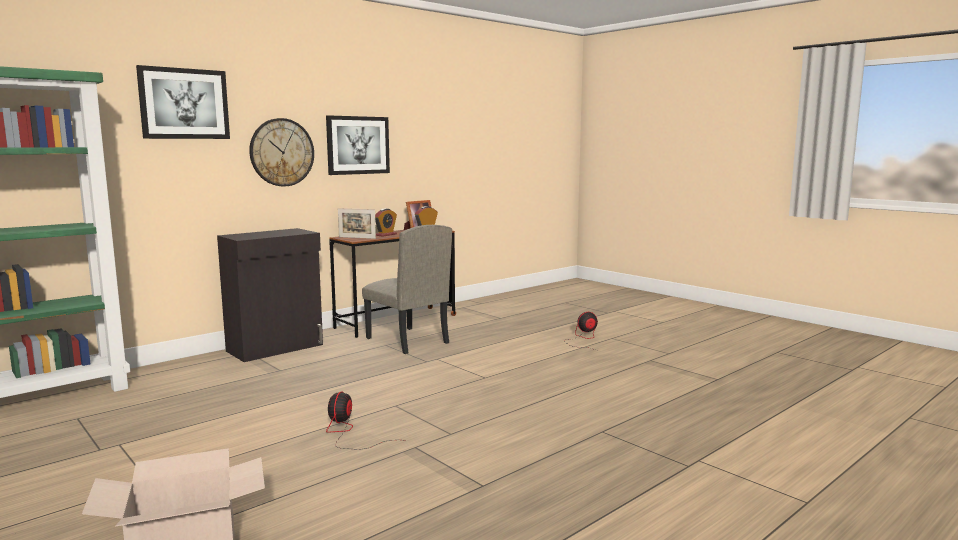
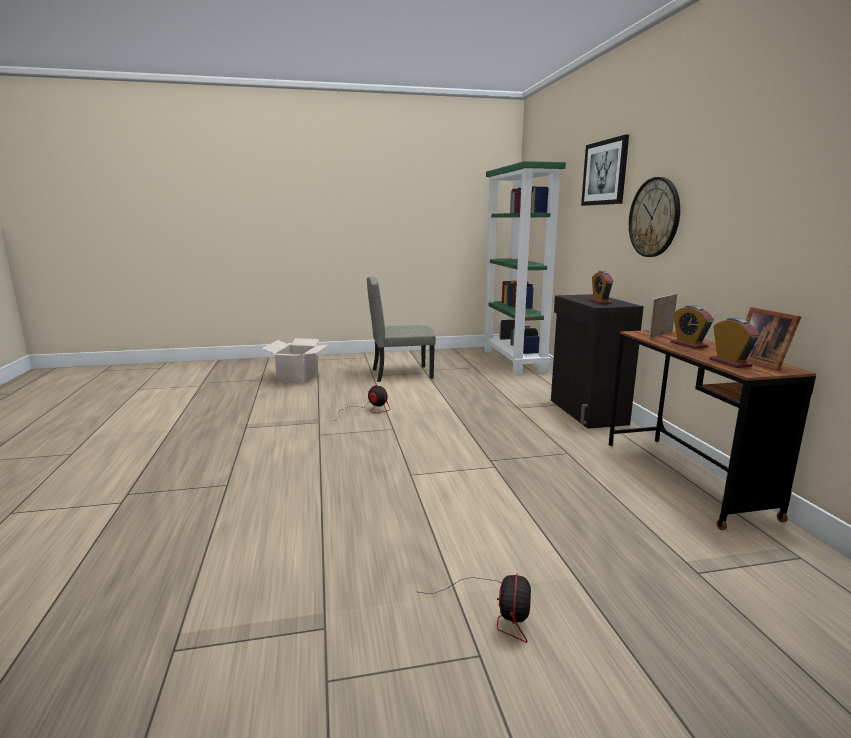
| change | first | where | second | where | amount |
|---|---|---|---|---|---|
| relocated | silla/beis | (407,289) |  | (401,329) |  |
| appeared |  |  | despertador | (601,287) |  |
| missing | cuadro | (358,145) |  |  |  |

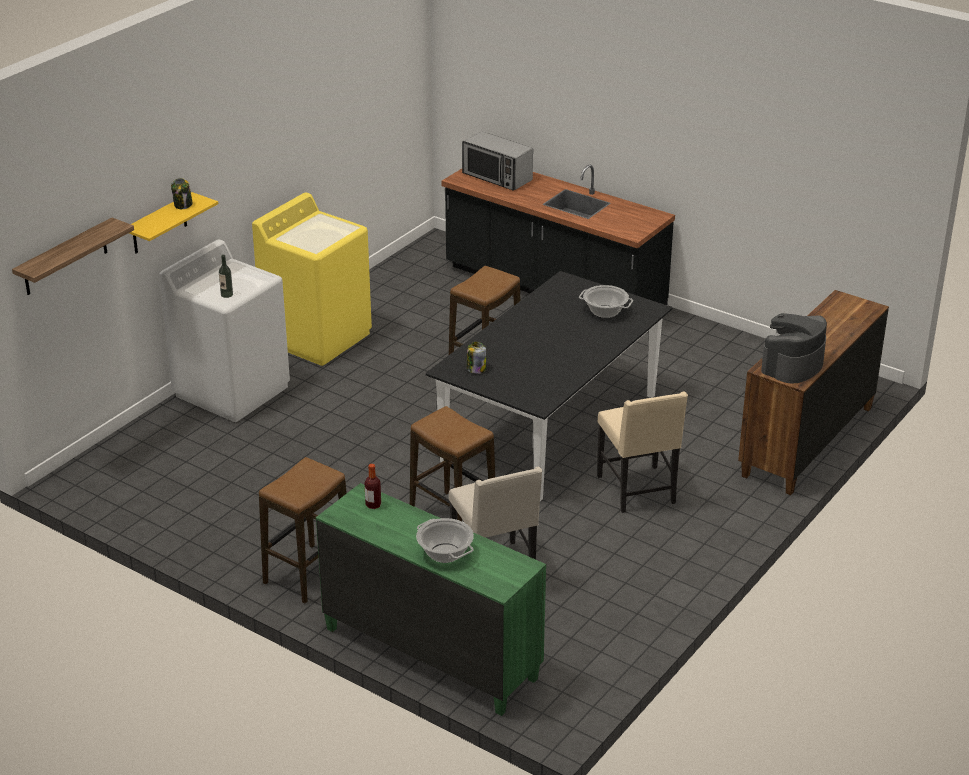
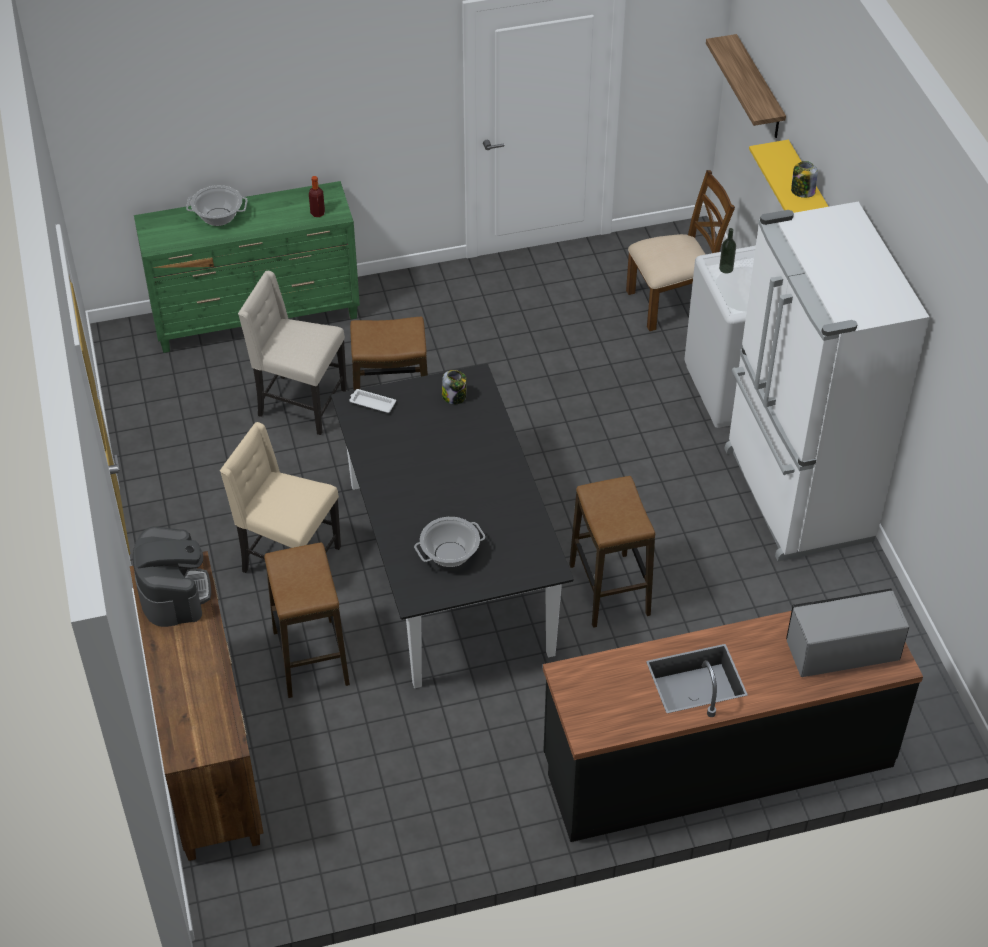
| change | first | where | second | where | amount |
|---|---|---|---|---|---|
| relocated | taburete | (303,530) |  | (307,620) |  |
| appeared |  |  | bandeja/blanco | (372,401) |  |
| appeared |  |  | silla/marrón | (680,250) |  |
| exchanged | lavadora/amarillo | (312,279) | nevera/blanco | (827,381) |  |

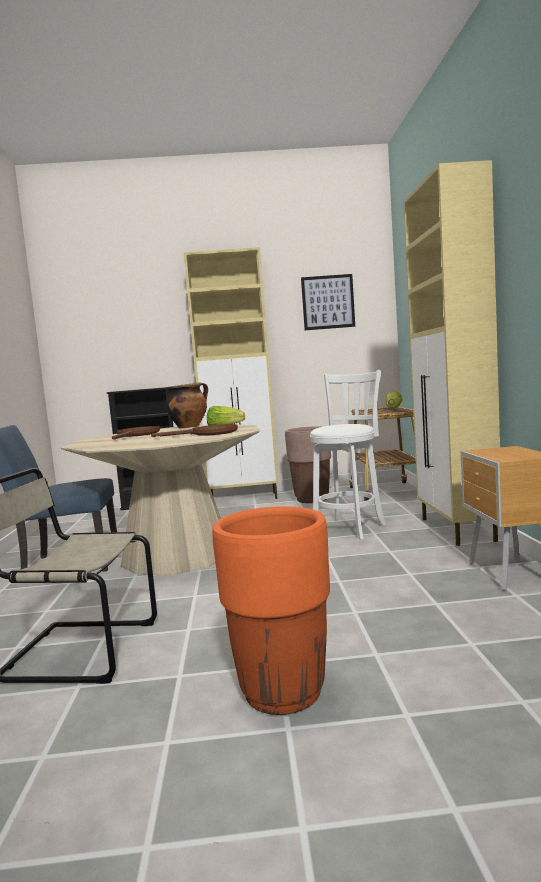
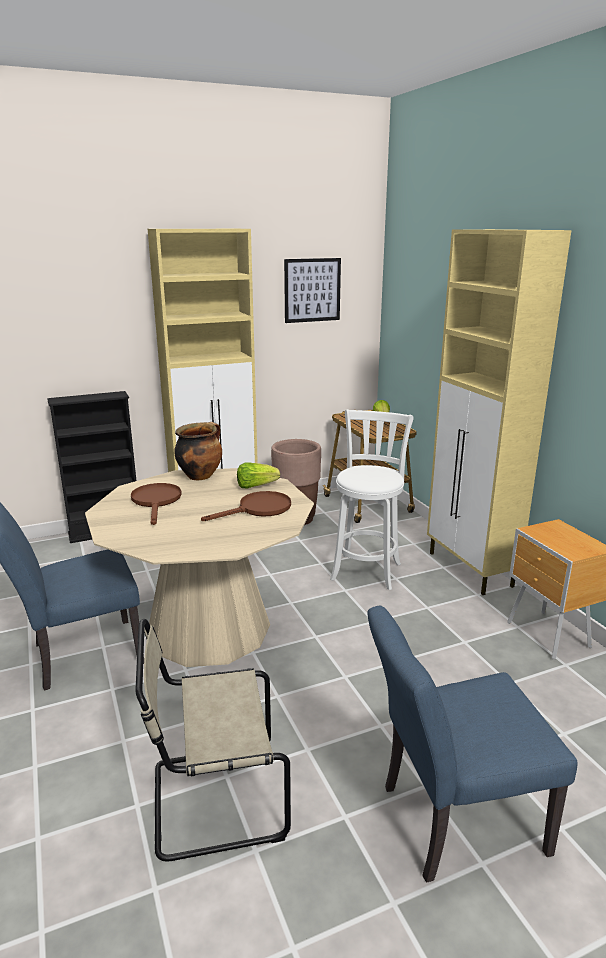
| change | first | where | second | where | amount |
|---|---|---|---|---|---|
| exchanged | maceta/naranja | (271,610) | silla/azul | (472,744) |  |

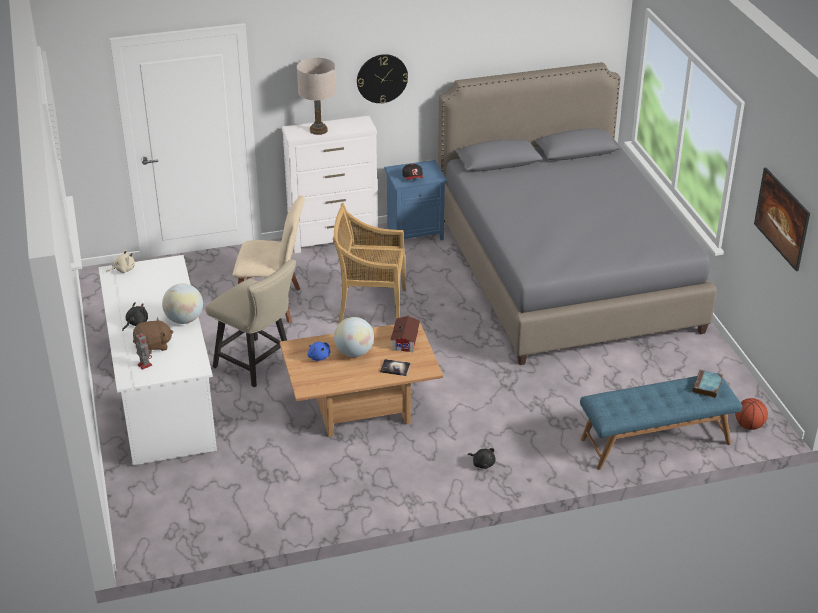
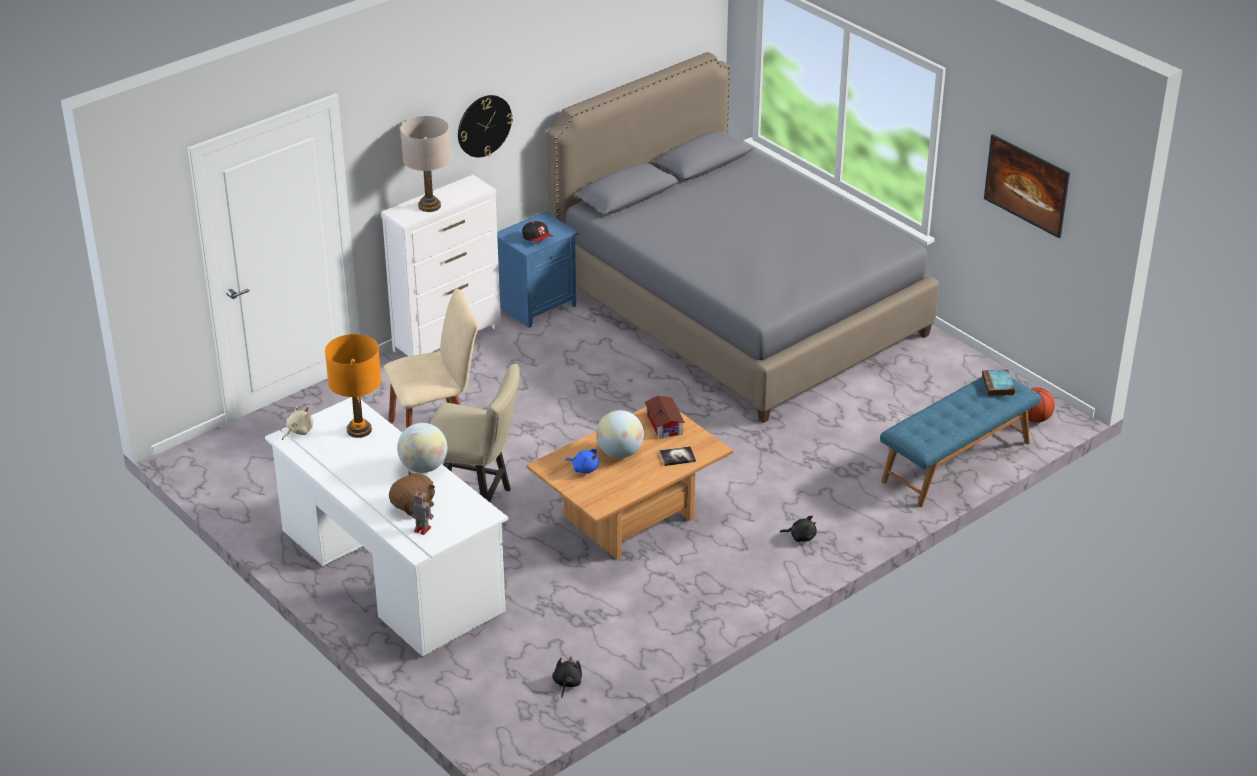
| change | first | where | second | where | amount |
|---|---|---|---|---|---|
| appeared |  |  | lámpara de mesa/naranja | (353,386) |  |
| relocated | peluche/negro | (135,316) |  | (567,677) |  |
| missing | silla/beis | (369,263) |  |  |  |

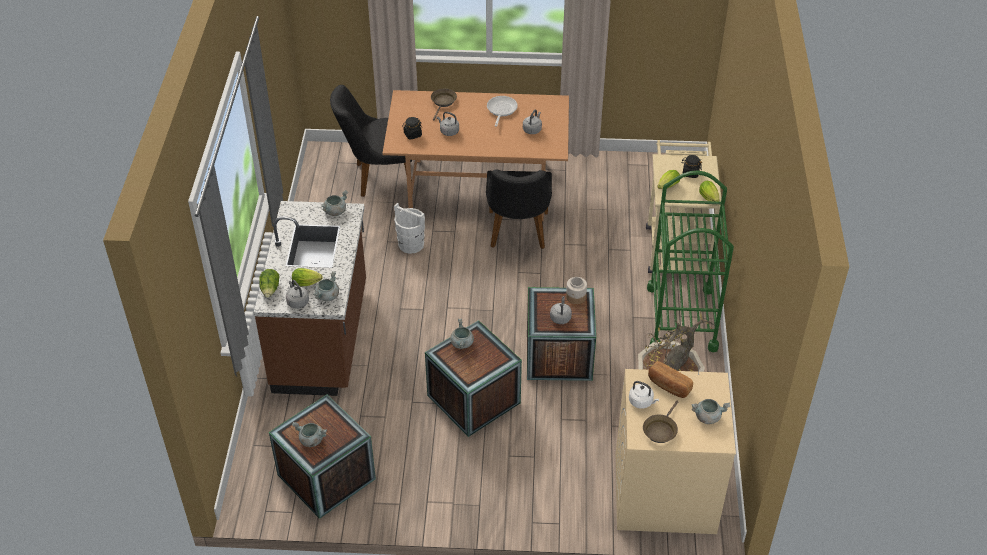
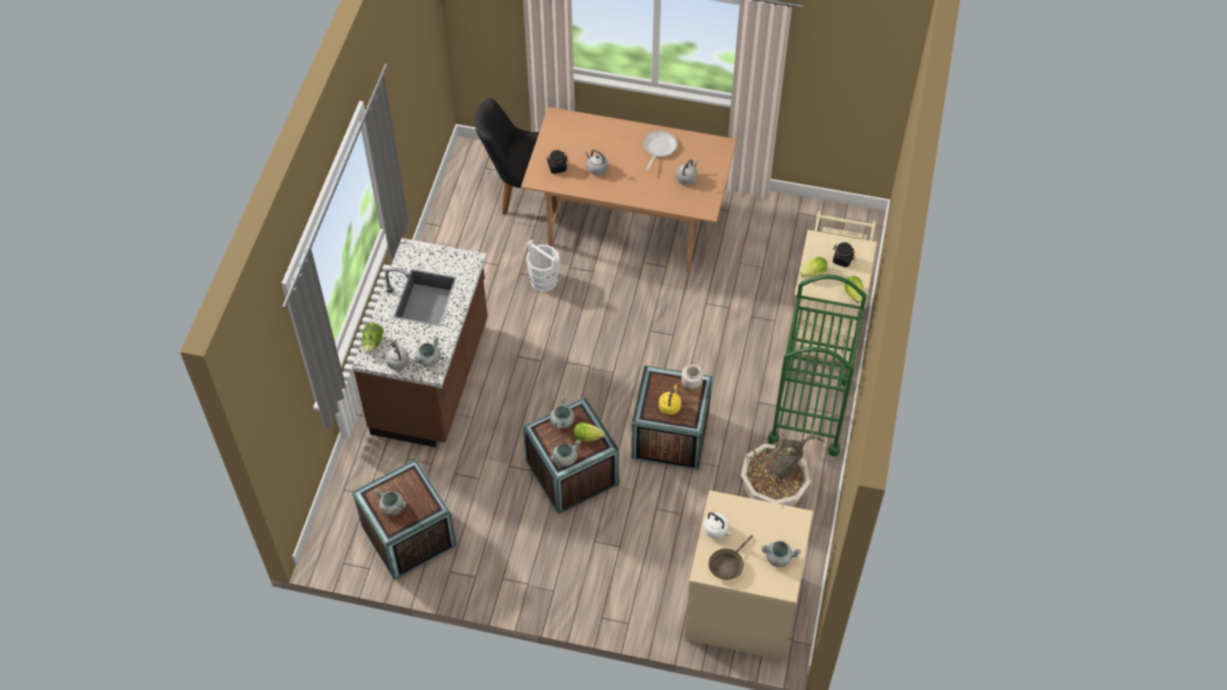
| change | first | where | second | where | amount |
|---|---|---|---|---|---|
| relocated | olla/gris | (334,203) |  | (565,453) |  |
| relocated | lechuga | (307,277) |  | (589,431) |  |
| colour | hervidor/gris | (561,310) | hervidor/amarillo | (670,400) |  |
| missing | sartén/marrón | (444,104) |  |  |  |
| missing | silla/negro | (519,209) |  |  |  |
| missing | pan | (670,379) |  |  |  |

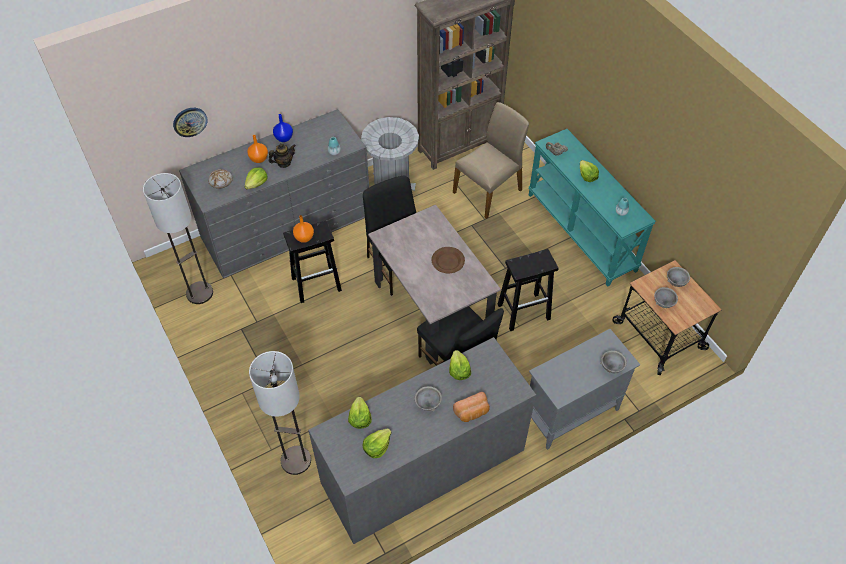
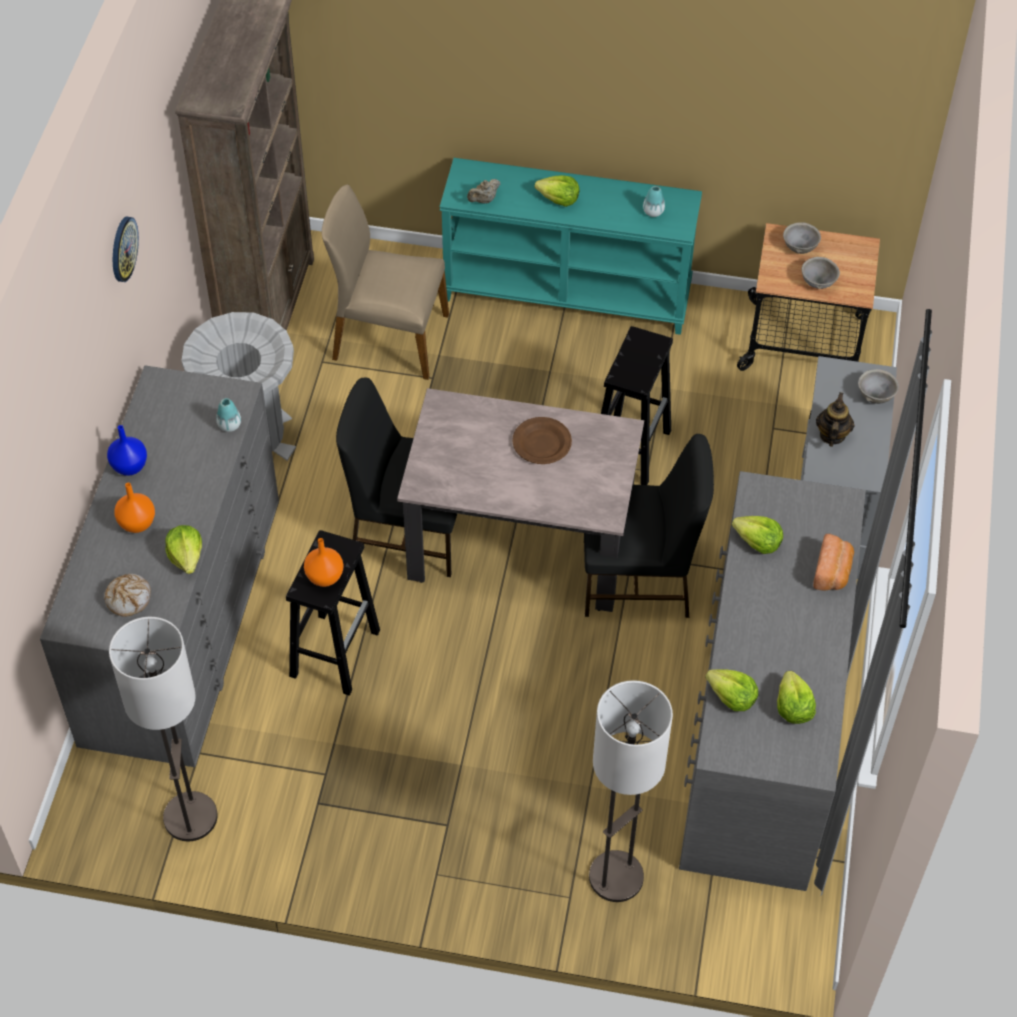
| change | first | where | second | where | amount |
|---|---|---|---|---|---|
| relocated | reloj de pared | (190,122) |  | (126,249) |  |
| spun | silla/beis | (491,160) |  | (385,282) | 75 degrees counterclockwise |
| relocated | tetera | (282,155) |  | (835,419) |  |
| missing | cuenco/gris | (428,399) |  |  |  |

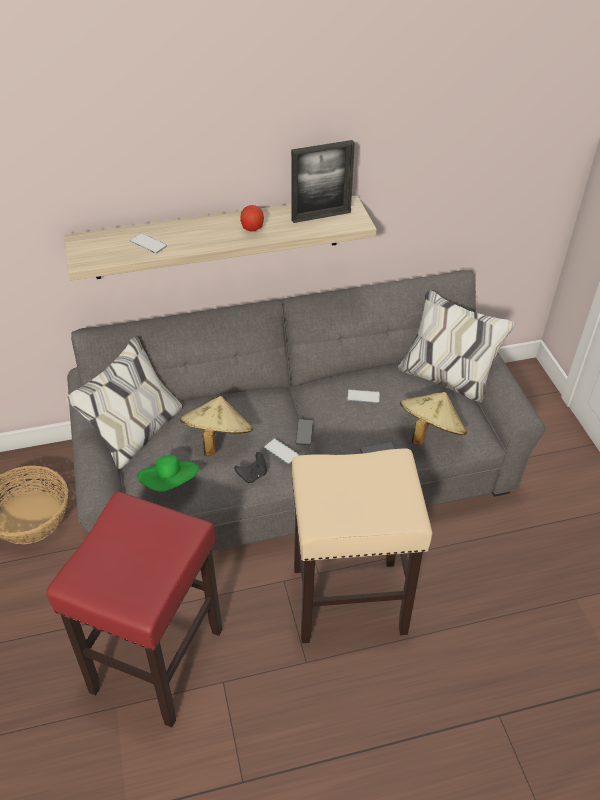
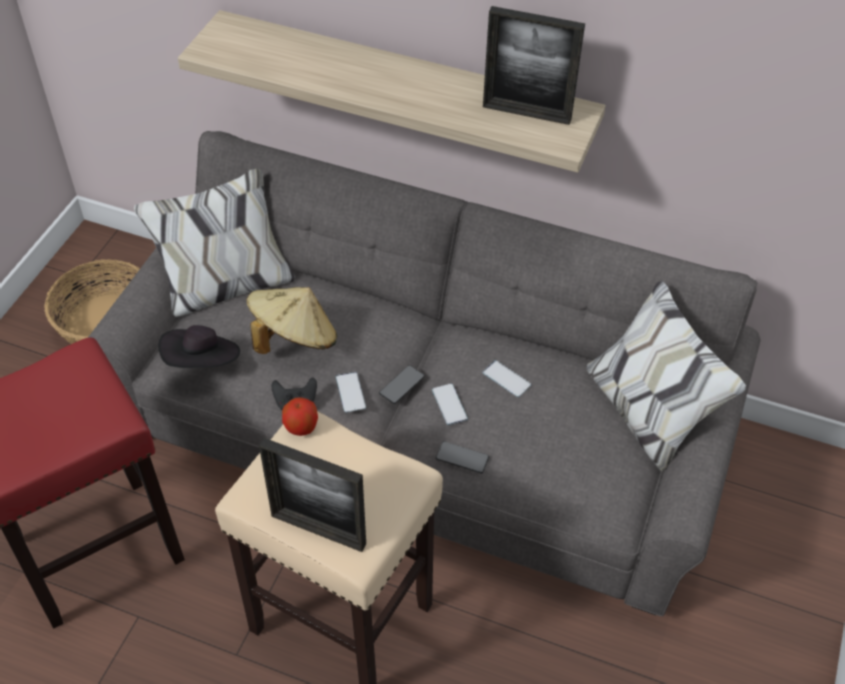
| change | first | where | second | where | amount |
|---|---|---|---|---|---|
| colour | sombrero/verde | (168,473) | sombrero/negro | (199,346) |  |
| appeared |  |  | portarretratos | (312,495) |  |
| relocated | manzana | (252,218) |  | (300,416) |  |
| relocated | móvil | (148,243) |  | (450,404) |  |
| missing | sombrero/beis | (433,418) |  |  |  |

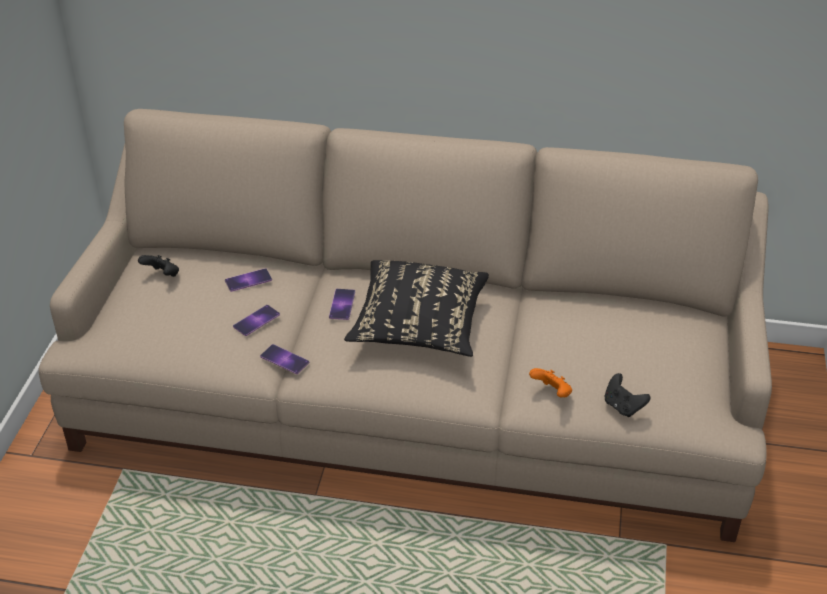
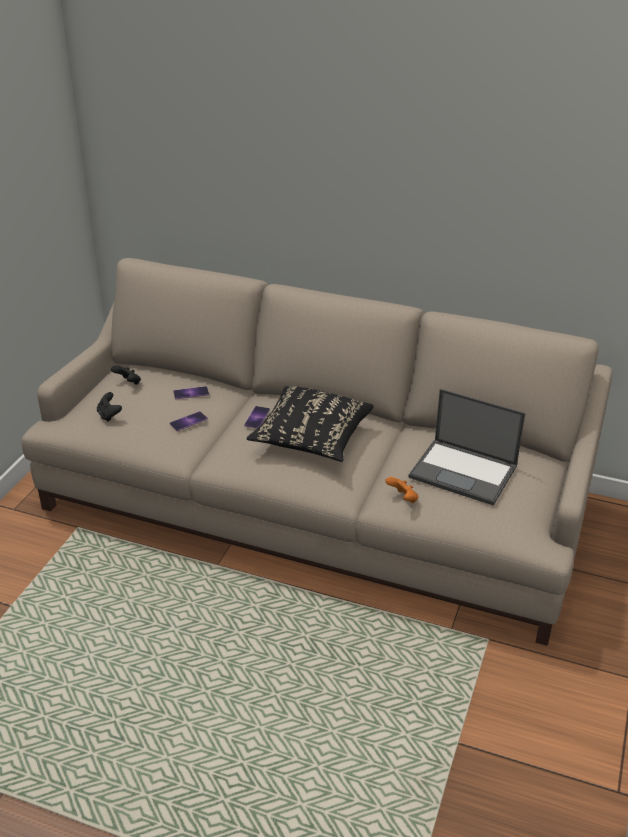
| change | first | where | second | where | amount |
|---|---|---|---|---|---|
| relocated | mando de consola/negro | (628,395) |  | (109,407) |  |
| appeared |  |  | portátil | (466,447) |  |
| missing | móvil | (284,359) |  |  |  |

